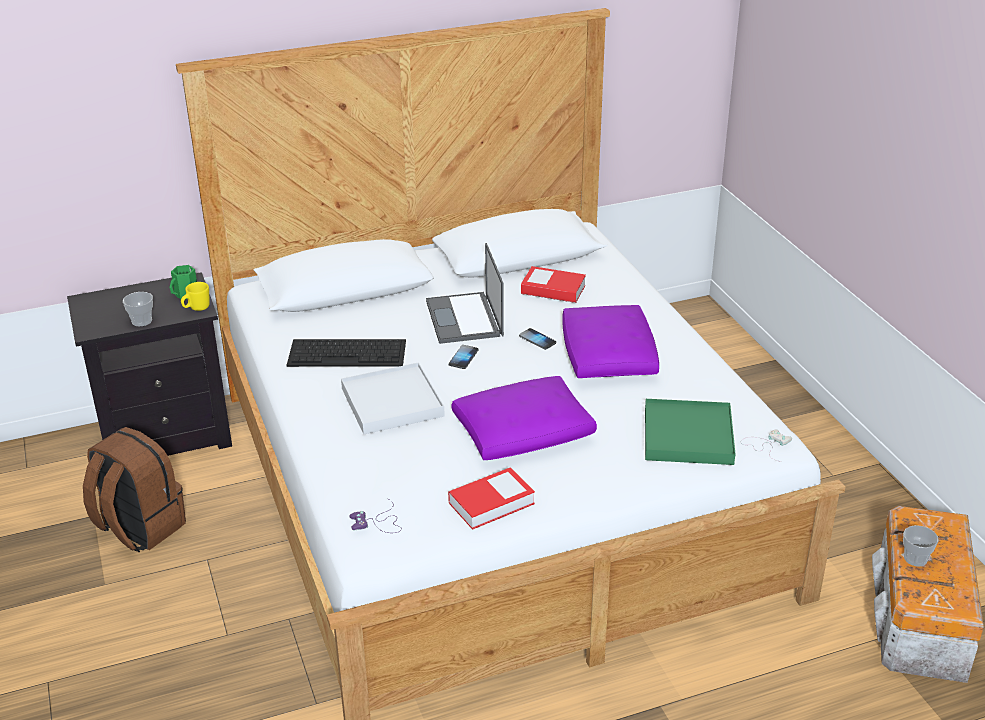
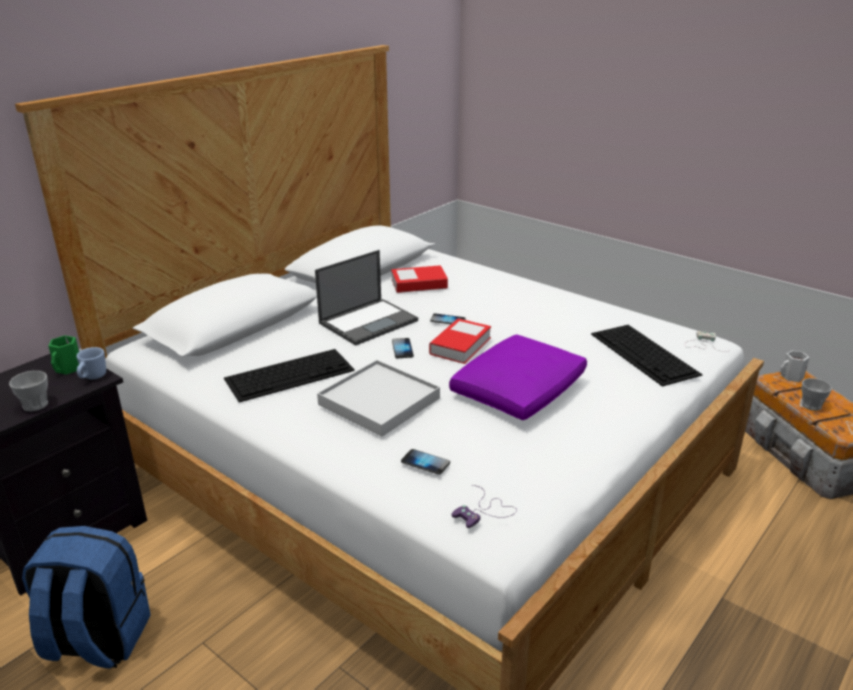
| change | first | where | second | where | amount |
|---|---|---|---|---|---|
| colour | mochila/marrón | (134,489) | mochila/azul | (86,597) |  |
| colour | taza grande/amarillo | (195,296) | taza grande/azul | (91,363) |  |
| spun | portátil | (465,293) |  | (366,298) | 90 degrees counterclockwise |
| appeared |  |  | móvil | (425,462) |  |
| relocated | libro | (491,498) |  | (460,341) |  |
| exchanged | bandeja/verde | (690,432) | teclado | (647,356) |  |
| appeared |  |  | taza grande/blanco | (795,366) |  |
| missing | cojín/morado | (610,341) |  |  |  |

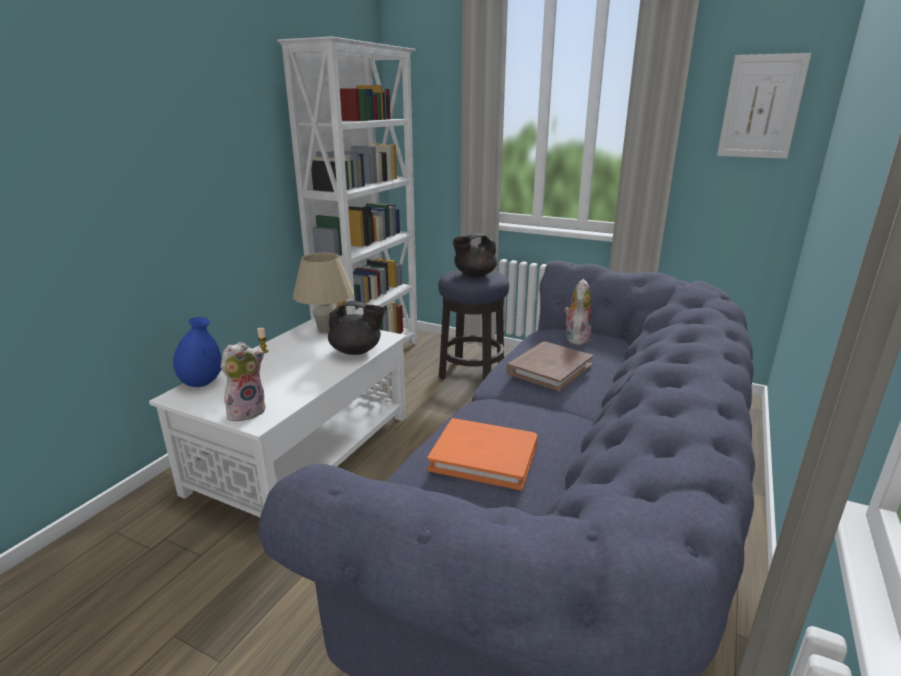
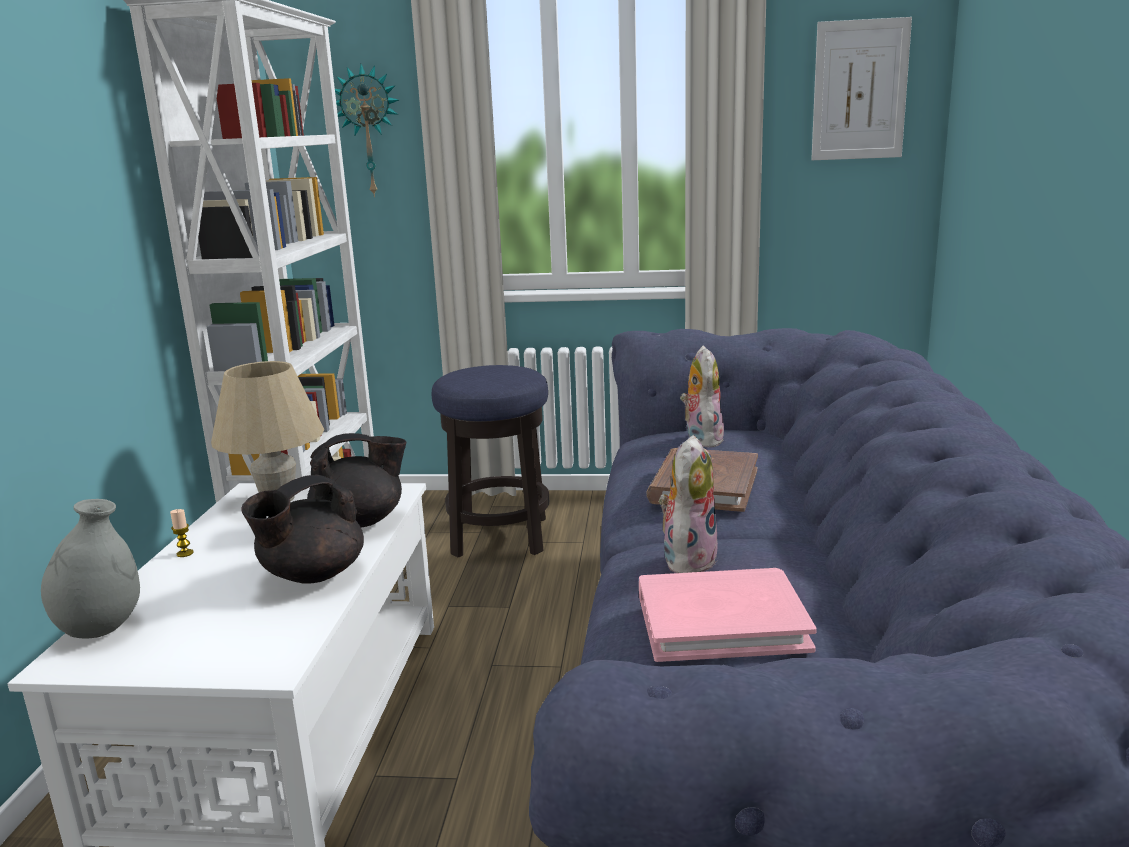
| change | first | where | second | where | amount |
|---|---|---|---|---|---|
| colour | florero/azul | (197,352) | florero/gris | (90,569) |  |
| relocated | tetera/negro | (474,255) |  | (302,529) |  |
| appeared |  |  | reloj de pared | (367,130) |  |
| colour | libro/naranja | (482,454) | libro/rosa | (728,615) |  |
| relocated | peluche | (243,381) |  | (688,504) |  |

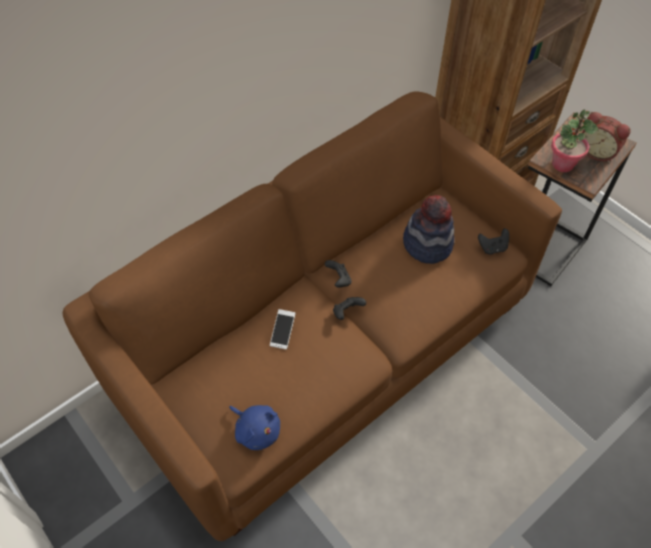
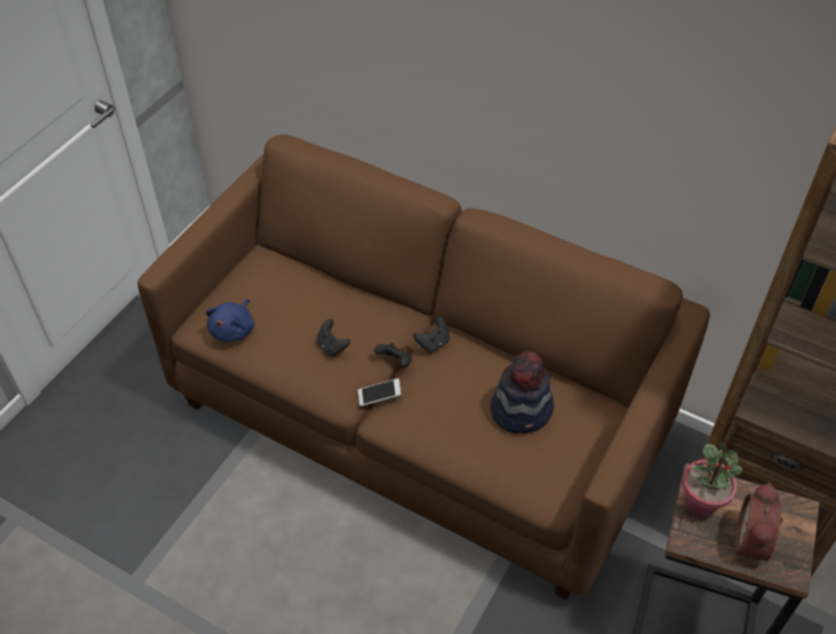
| change | first | where | second | where | amount |
|---|---|---|---|---|---|
| relocated | mando de consola/negro | (493,241) |  | (333,338) |  |
| relocated | móvil | (283,329) |  | (380,392) |  |

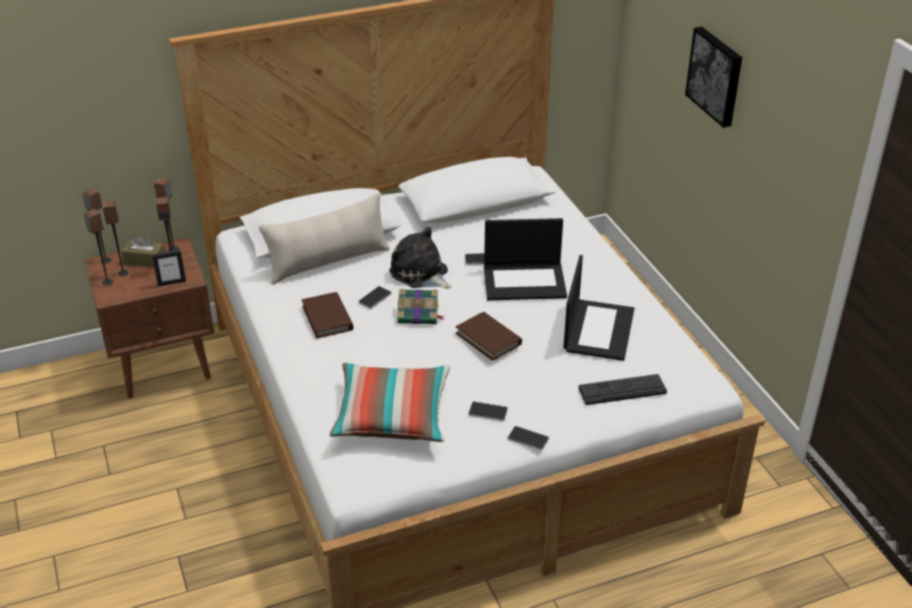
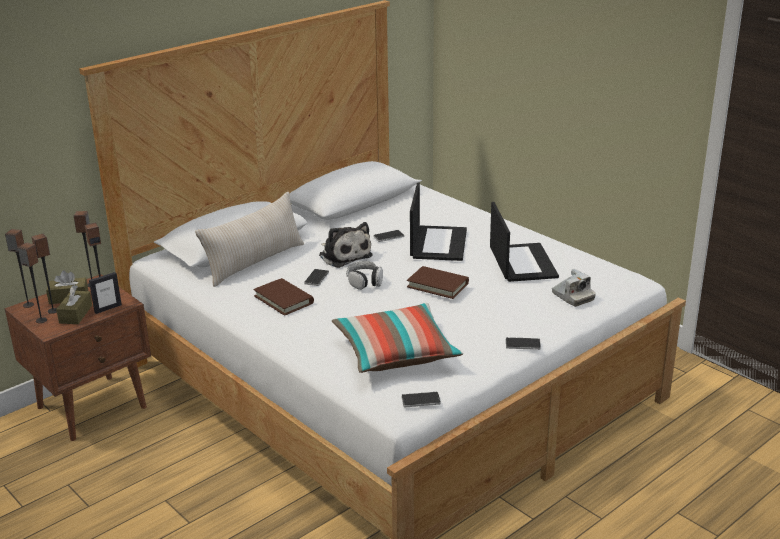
| change | first | where | second | where | amount |
|---|---|---|---|---|---|
| appeared |  |  | caja de pañuelos/marrón | (74,304) |  |
| spun | peluche | (420,258) |  | (346,245) | 150 degrees counterclockwise |
| exchanged | libro | (421,306) | auriculares | (364,275) |  |
| relocated | móvil | (488,411) |  | (421,399) |  |
| spun | portátil | (525,259) |  | (438,222) | 60 degrees counterclockwise |
| exchanged | teclado | (623,389) | cámara | (574,288) |  |
| missing | cuadro | (713,77) |  |  |  |

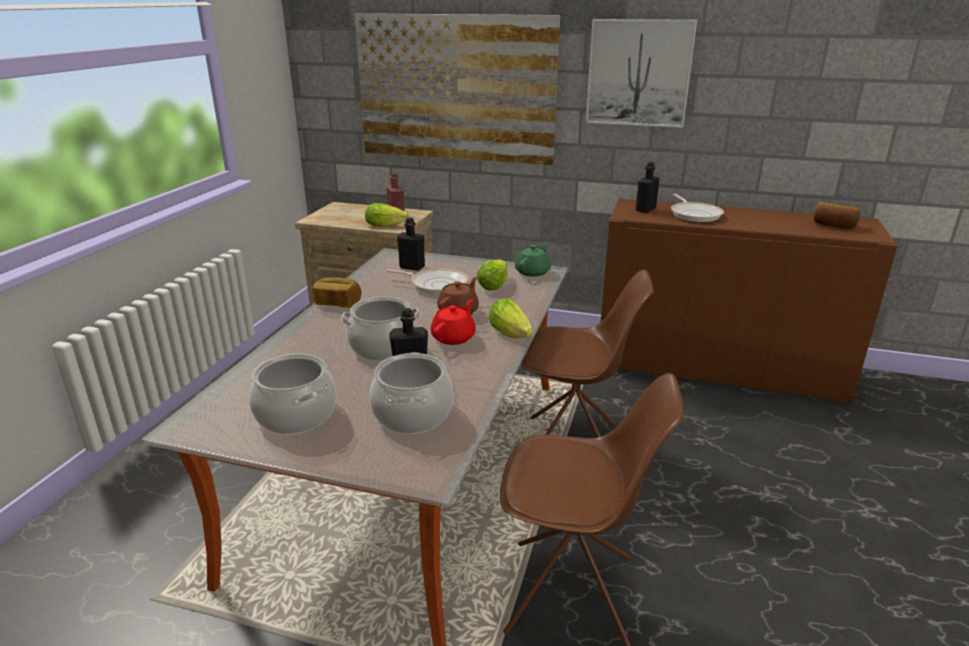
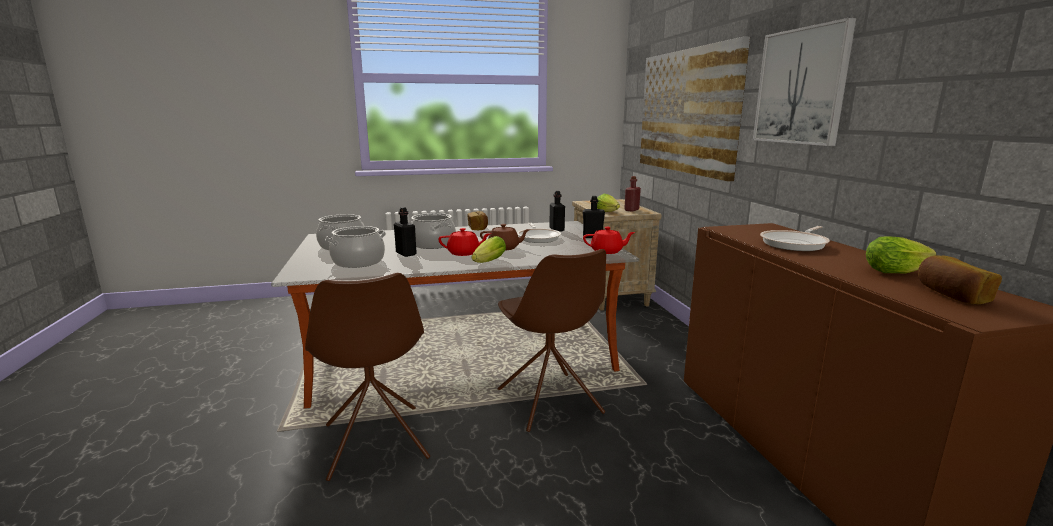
| change | first | where | second | where | amount |
|---|---|---|---|---|---|
| relocated | botella/negro | (647,187) |  | (594,217) |  |
| colour | tetera/verde | (533,259) | tetera/rojo | (609,240) |  |
| relocated | lechuga | (492,275) |  | (901,255) |  |

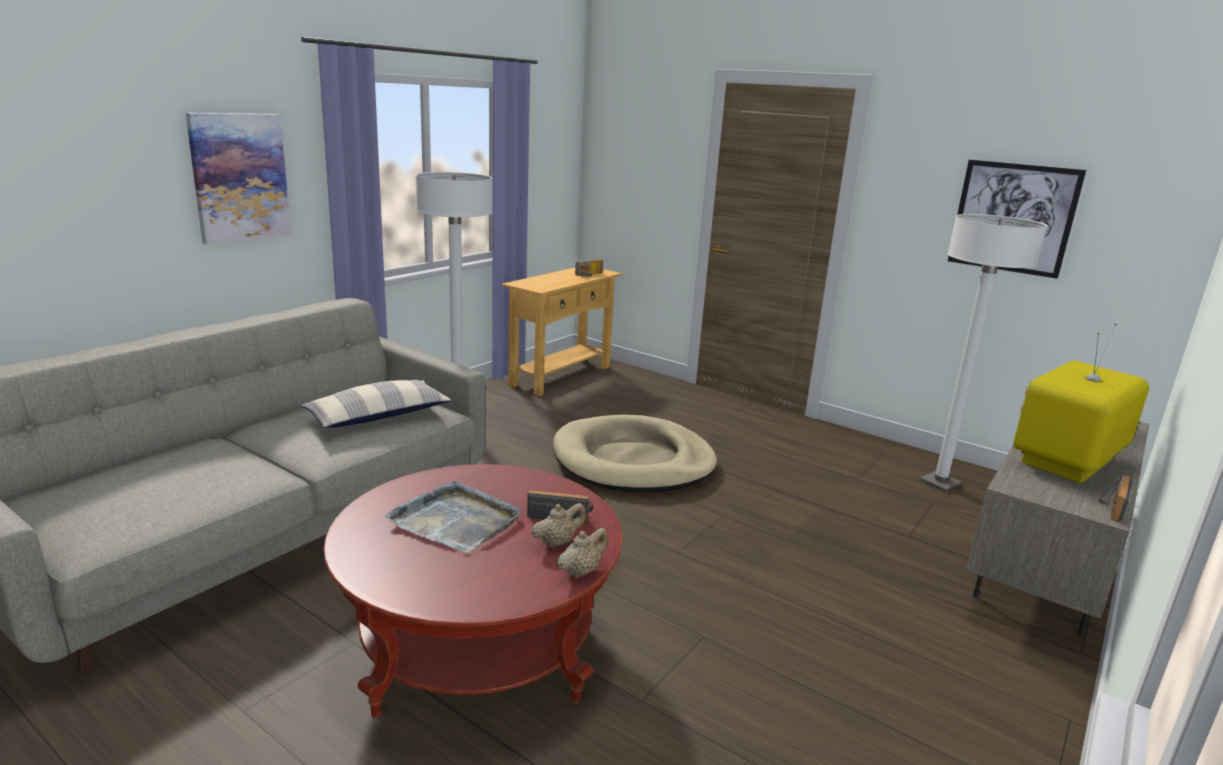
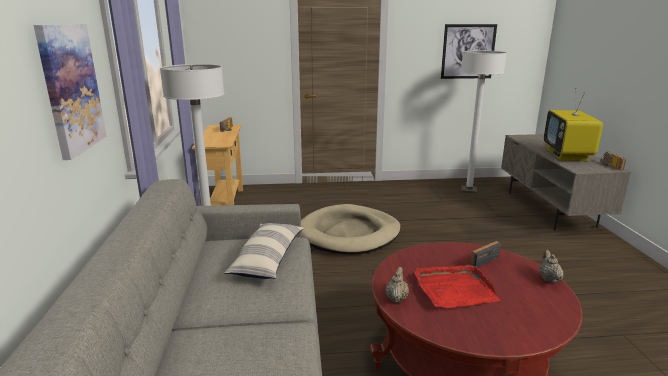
| change | first | where | second | where | amount |
|---|---|---|---|---|---|
| relocated | tetera/beis | (558,525) |  | (397,285) |  |
| colour | bandeja/gris | (453,516) | bandeja/rojo | (457,286) |  |

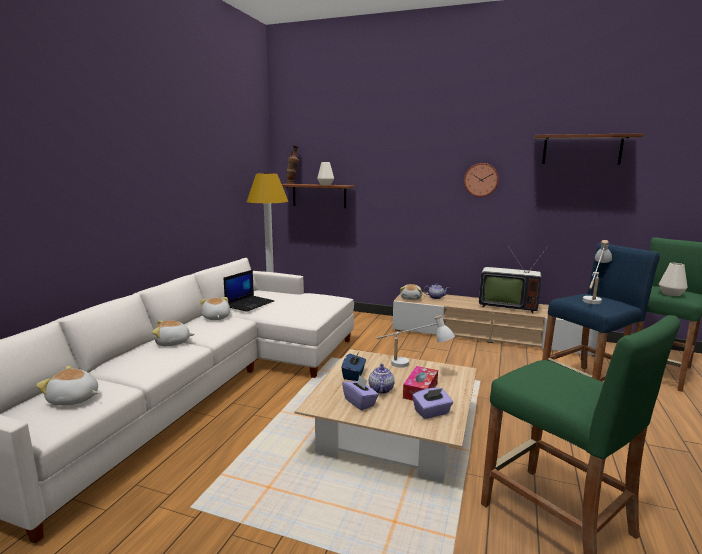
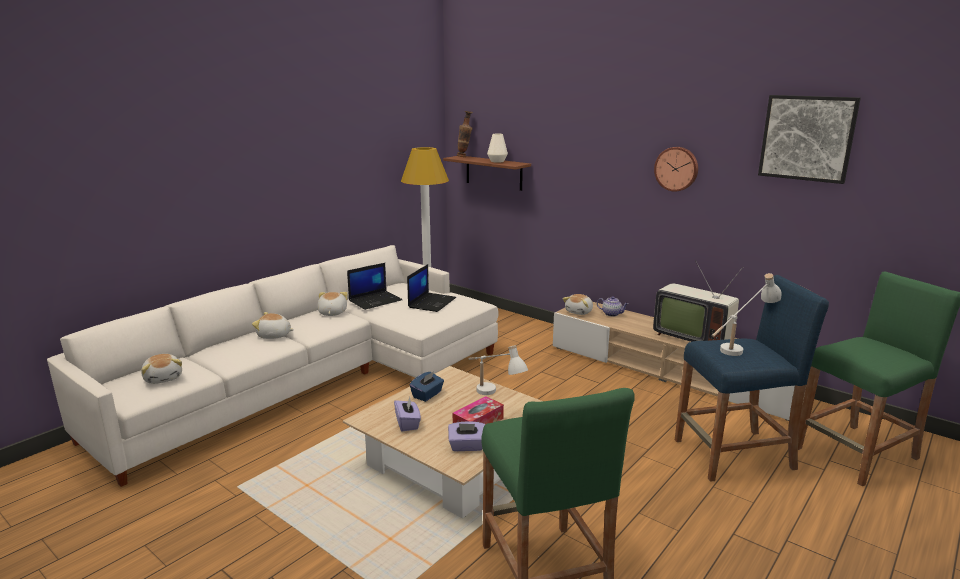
| change | first | where | second | where | amount |
|---|---|---|---|---|---|
| spun | peluche | (67,386) |  | (161,369) | 150 degrees counterclockwise |
| appeared |  |  | portátil | (431,288) |  |
| exchanged | estante/marrón | (589,149) | cuadro | (809,139) |  |
| missing | tetera | (382,379) |  |  |  |
| missing | florero/blanco | (673,279) |  |  |  |

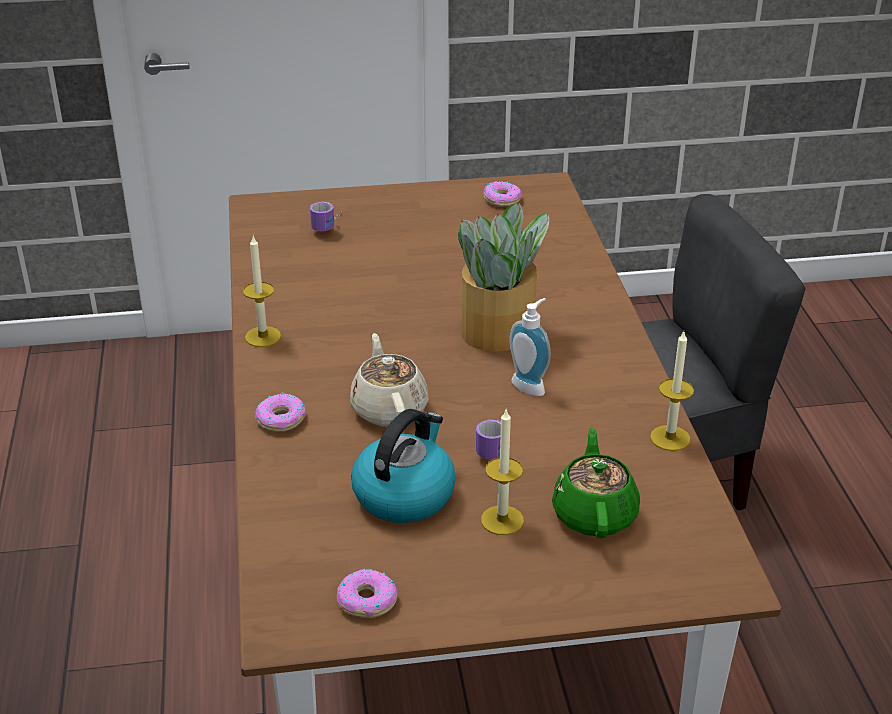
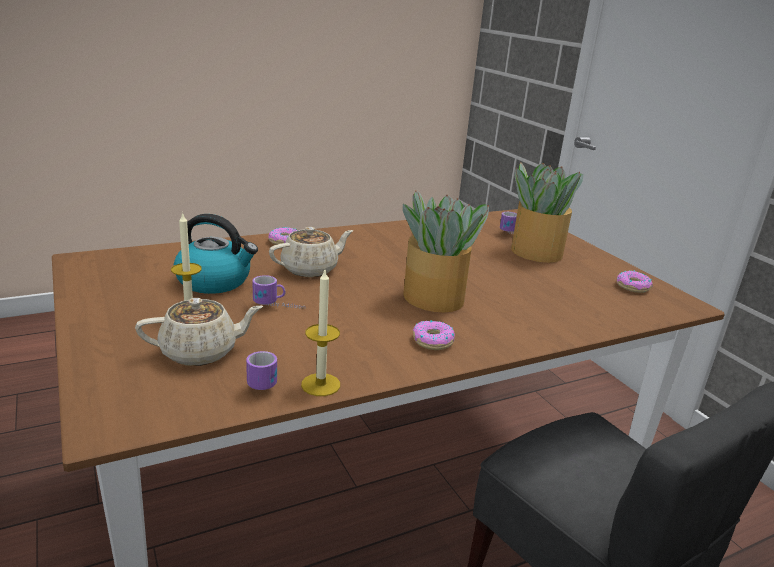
| change | first | where | second | where | amount |
|---|---|---|---|---|---|
| colour | tetera/verde | (596,482) | tetera/beis | (199,332) |  |
| appeared |  |  | taza grande | (261,370) |  |
| relocated | rosquilla | (367,593) |  | (434,335) |  |
| appeared |  |  | planta en maceta | (547,212) |  |
| missing | vela | (262,291) |  |  |  |
| missing | dispensador de jabón | (530,347) |  |  |  |

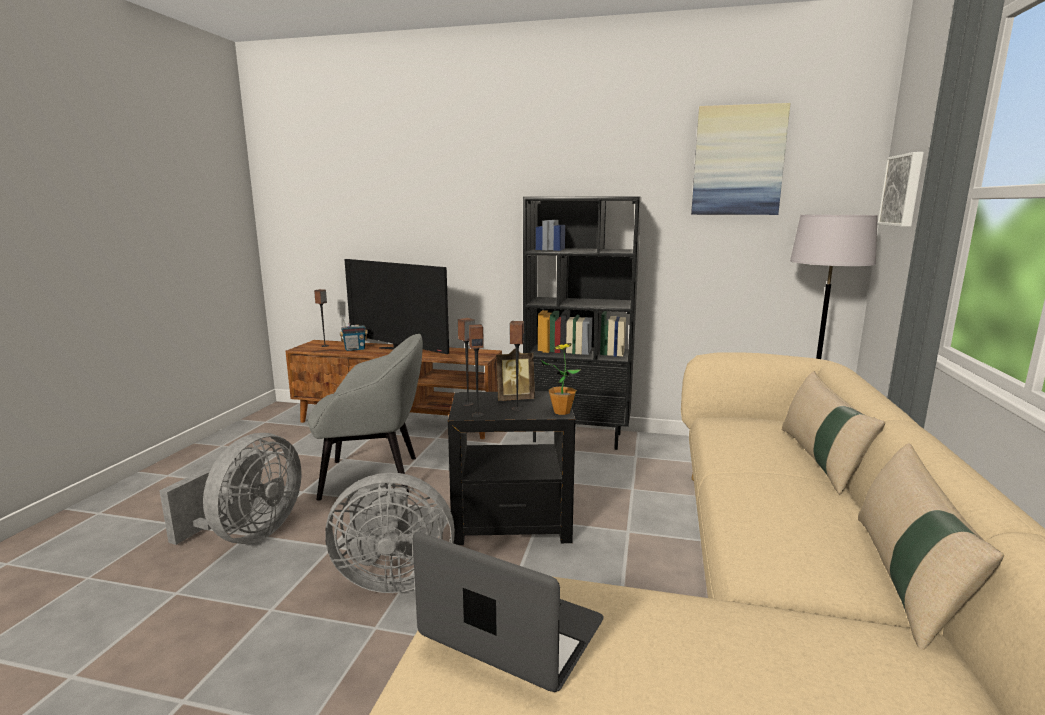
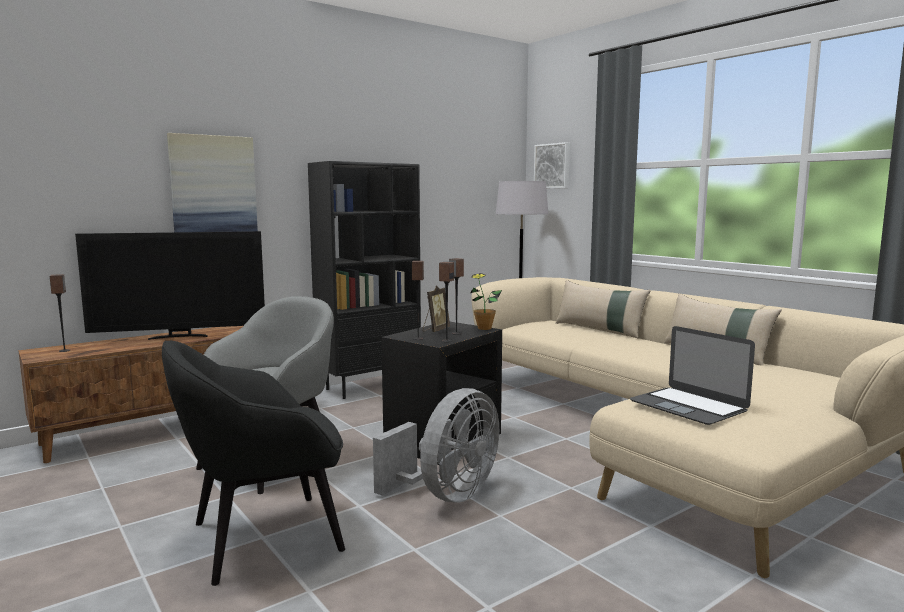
| change | first | where | second | where | amount |
|---|---|---|---|---|---|
| exchanged | ventilador/gris | (230,489) | sillón/negro | (253,463) |  |
| relocated | cuadro | (740,159) |  | (212,182) |  |
| spun | portátil | (508,612) |  | (692,375) | 105 degrees counterclockwise |
| missing | radio | (354,332) |  |  |  |

